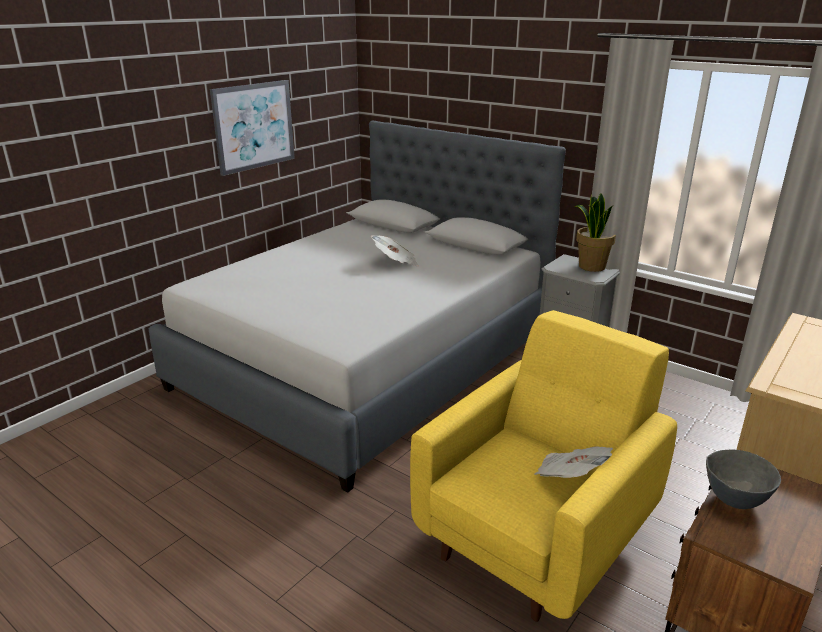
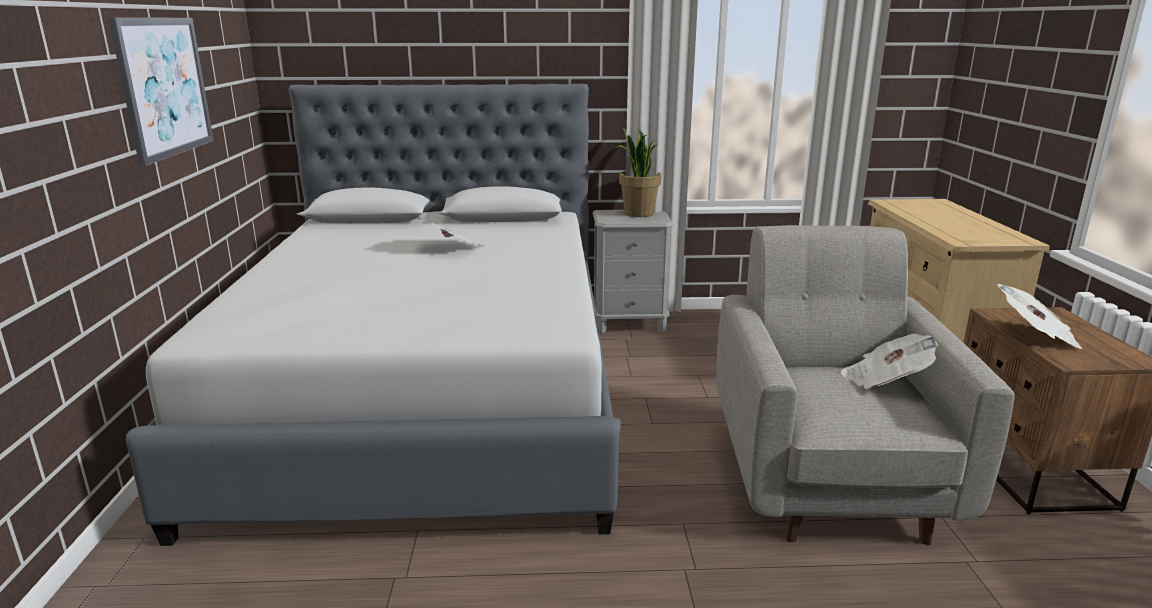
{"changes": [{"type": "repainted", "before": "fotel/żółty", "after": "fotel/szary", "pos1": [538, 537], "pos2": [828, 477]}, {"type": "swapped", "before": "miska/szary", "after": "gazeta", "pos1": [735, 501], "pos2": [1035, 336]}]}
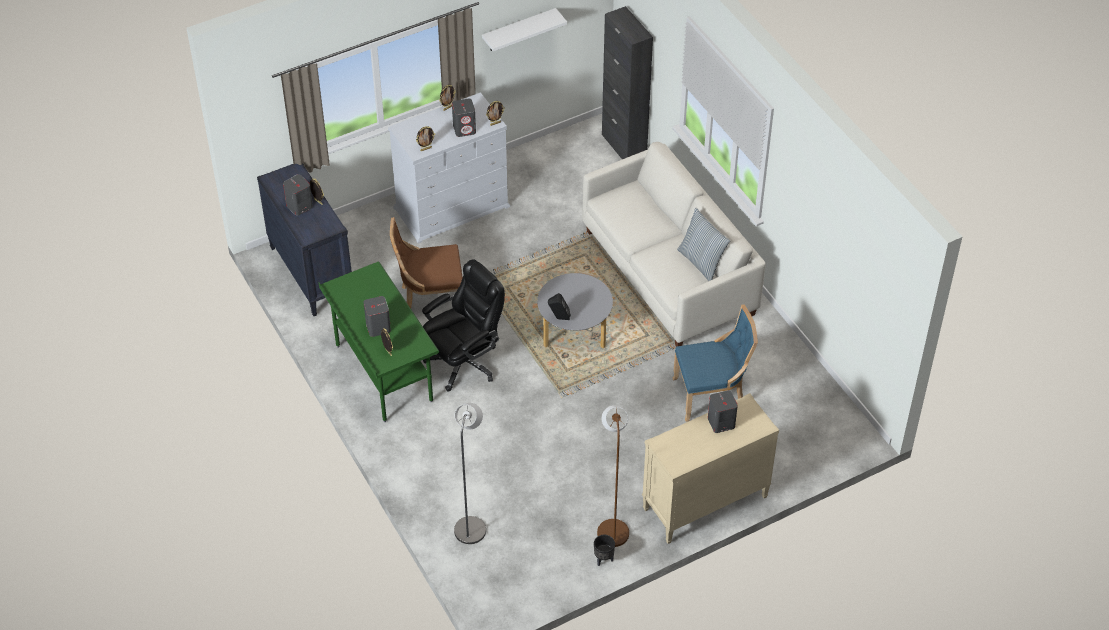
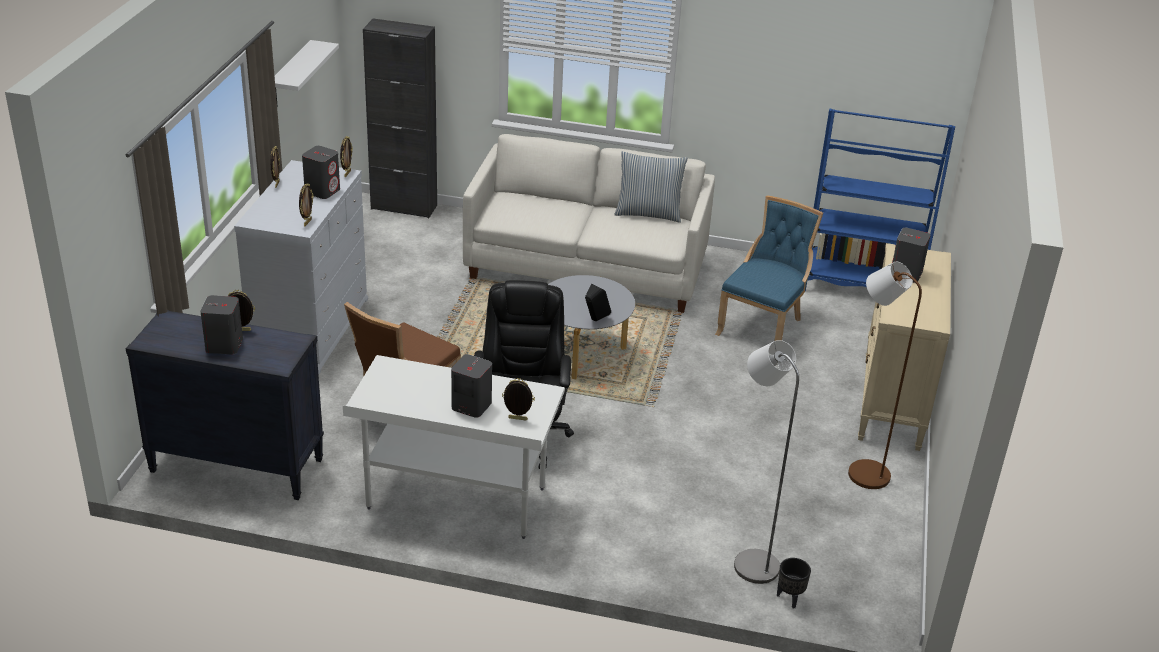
{"changes": [{"type": "repainted", "before": "biurko/zielony", "after": "biurko/biały", "pos1": [383, 374], "pos2": [456, 499]}, {"type": "shifted", "before": "donica/czarny", "pos1": [603, 559], "pos2": [790, 599]}, {"type": "new", "after": "regał/niebieski", "pos2": [860, 285]}]}
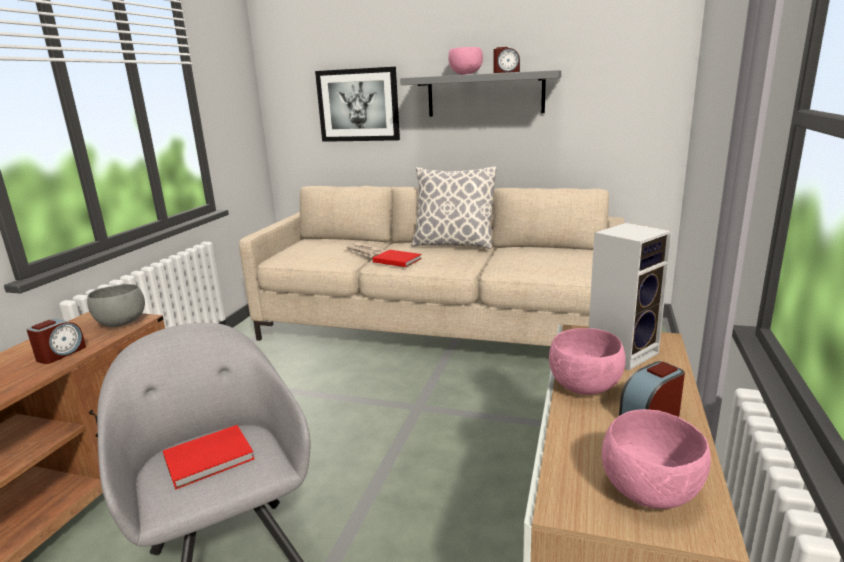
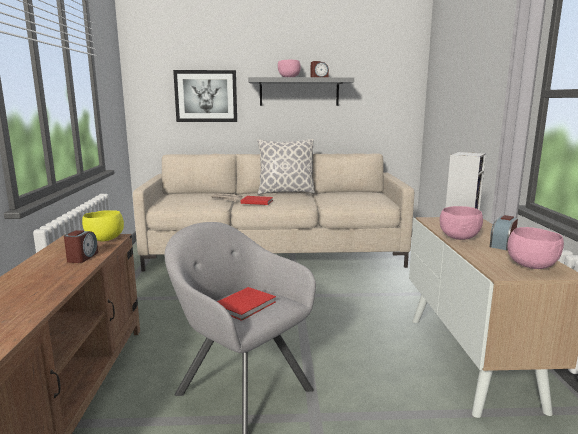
{"changes": [{"type": "repainted", "before": "miska/szary", "after": "miska/żółty", "pos1": [120, 323], "pos2": [104, 240]}]}
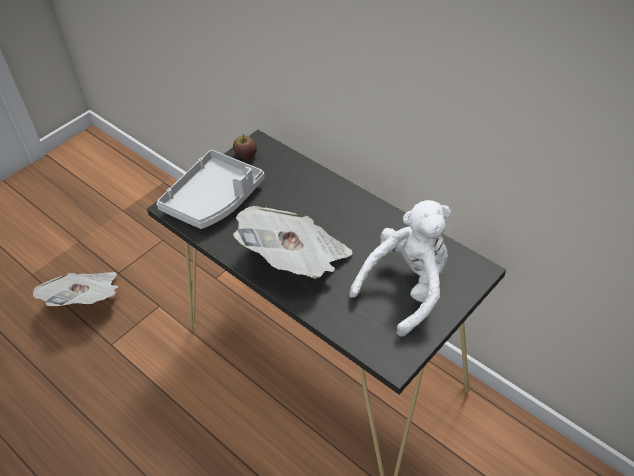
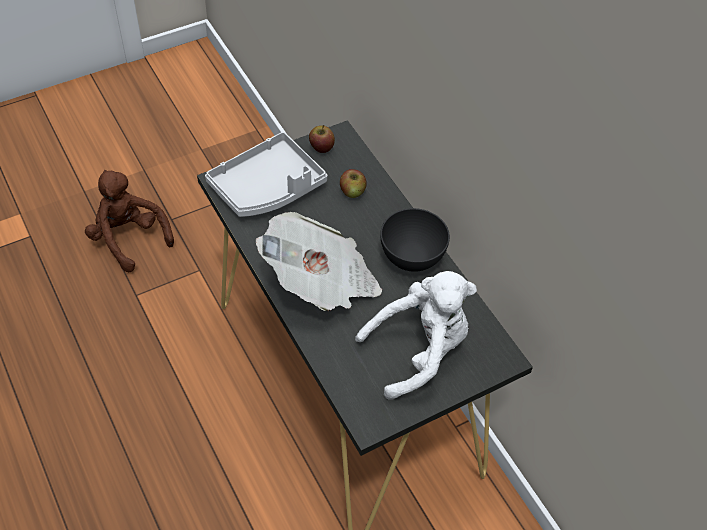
{"changes": [{"type": "swapped", "before": "gazeta", "after": "pluszak/brązowy", "pos1": [86, 300], "pos2": [128, 238]}, {"type": "new", "after": "jabłko", "pos2": [352, 191]}, {"type": "new", "after": "miska/szary", "pos2": [412, 256]}]}
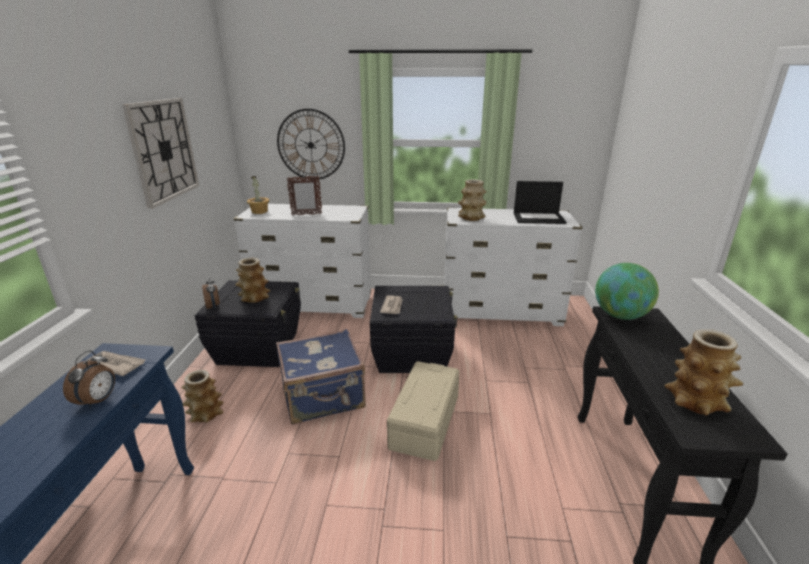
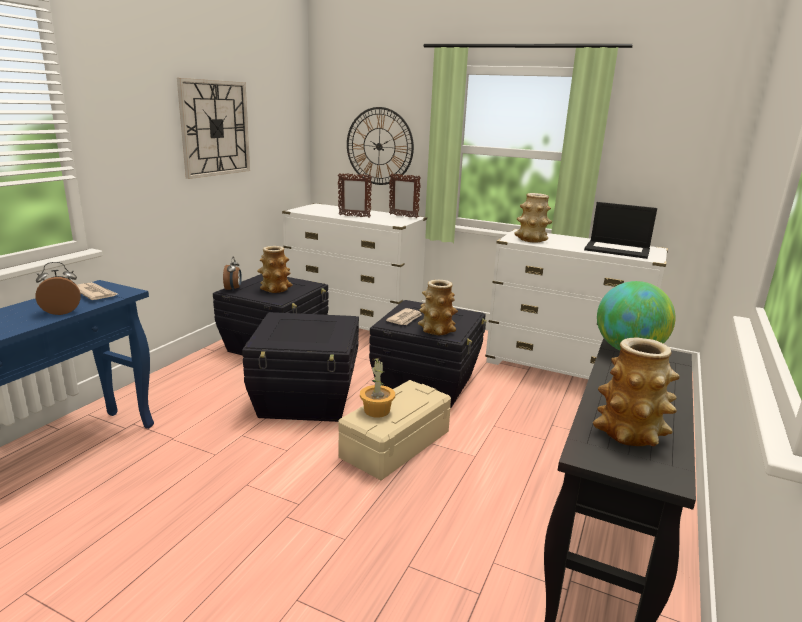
{"changes": [{"type": "shifted", "before": "roślina doniczkowa", "pos1": [259, 211], "pos2": [377, 411]}, {"type": "swapped", "before": "walizka/niebieski", "after": "pojemnik do przechowywania/czarny", "pos1": [323, 397], "pos2": [307, 400]}, {"type": "rotated", "before": "budzik", "pos1": [98, 400], "pos2": [62, 311], "turn": -150}, {"type": "shifted", "before": "wazon", "pos1": [205, 414], "pos2": [436, 330]}, {"type": "new", "after": "ramka na zdjęcie", "pos2": [403, 216]}]}
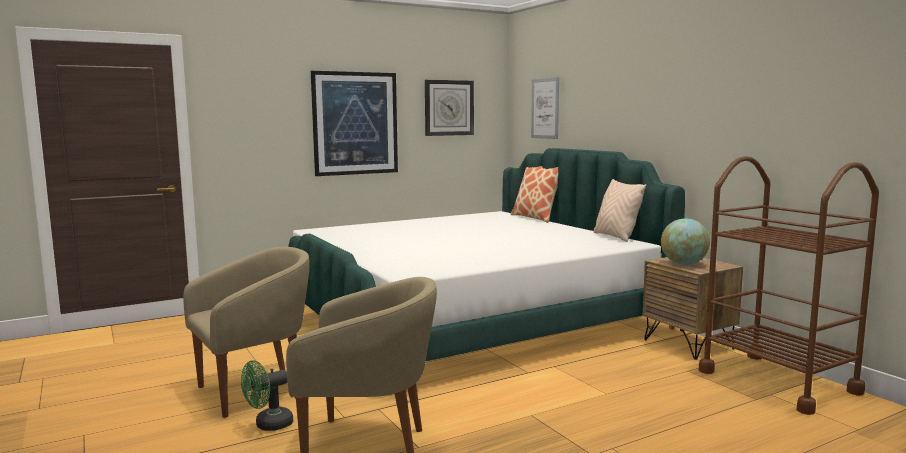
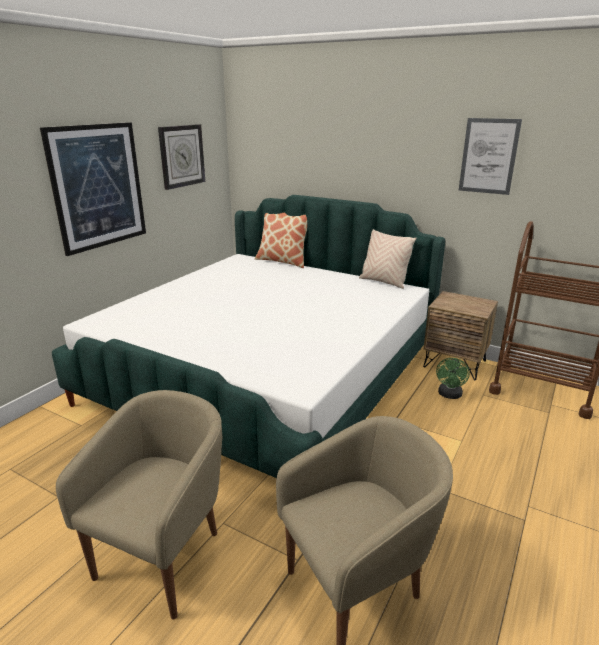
{"changes": [{"type": "shifted", "before": "obraz", "pos1": [545, 108], "pos2": [488, 156]}, {"type": "gone", "before": "globus", "pos1": [683, 264]}, {"type": "shifted", "before": "wentylator/zielony", "pos1": [268, 425], "pos2": [449, 395]}]}
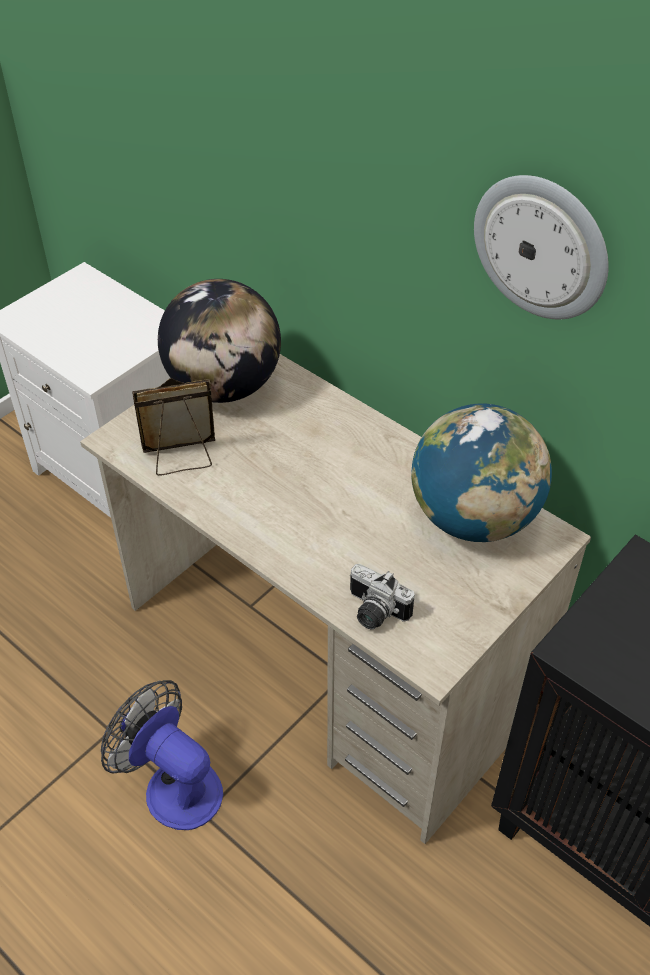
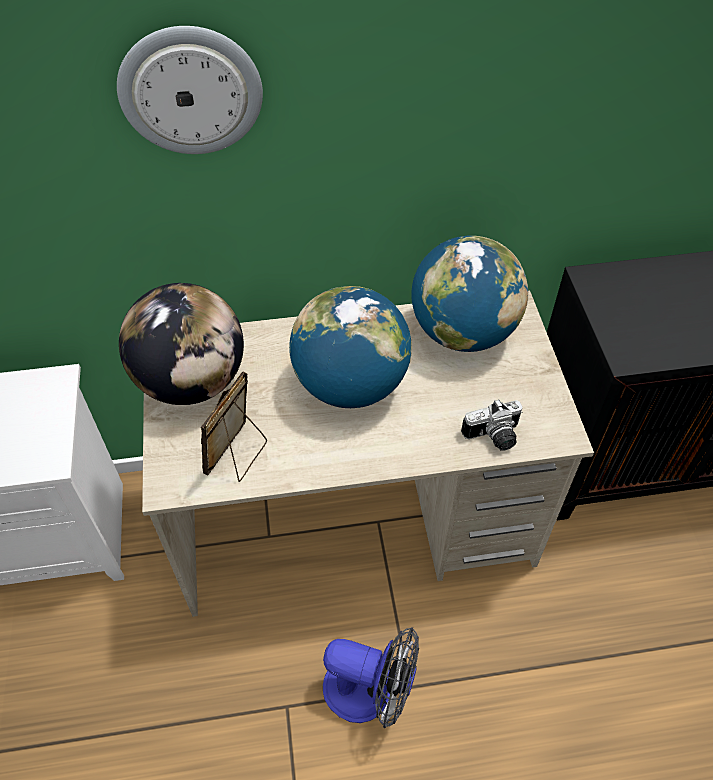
{"changes": [{"type": "shifted", "before": "zegar ścienny", "pos1": [542, 247], "pos2": [191, 91]}, {"type": "rotated", "before": "wentylator", "pos1": [173, 785], "pos2": [370, 692], "turn": -150}, {"type": "new", "after": "globus", "pos2": [350, 385]}]}
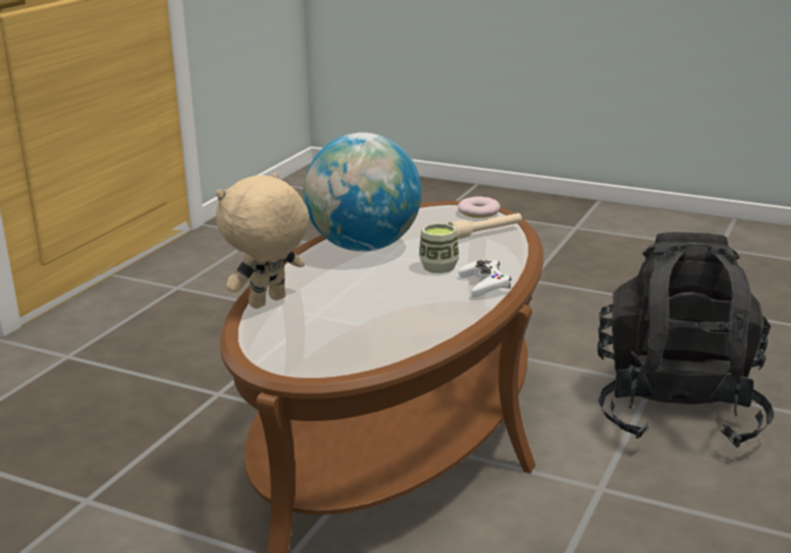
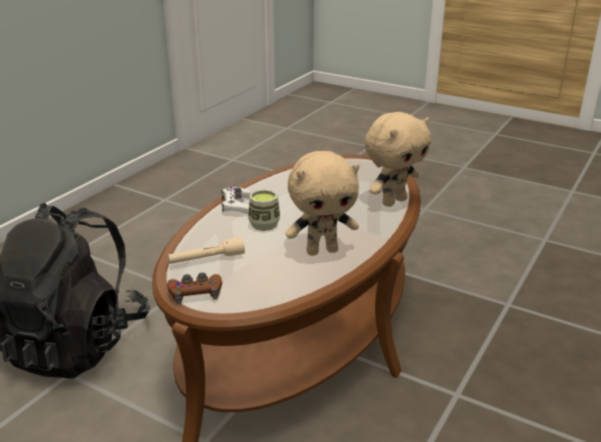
{"changes": [{"type": "swapped", "before": "globus", "after": "pluszak/beżowy", "pos1": [364, 247], "pos2": [322, 251]}, {"type": "swapped", "before": "donut", "after": "pad do gier/brązowy", "pos1": [478, 212], "pos2": [195, 292]}]}
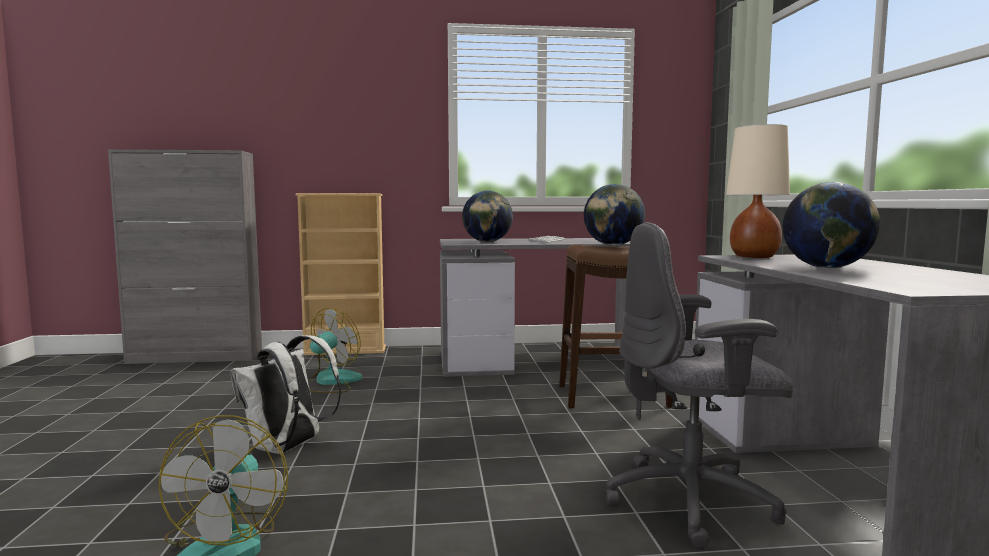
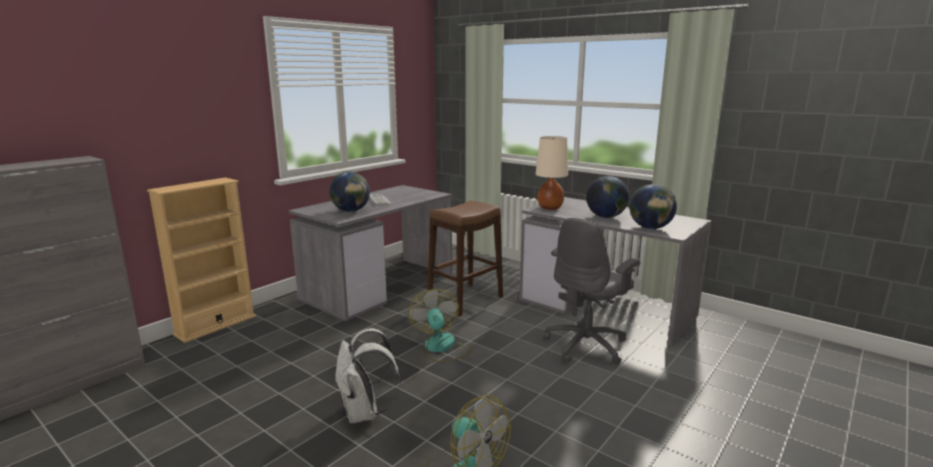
{"changes": [{"type": "shifted", "before": "globus", "pos1": [613, 245], "pos2": [650, 228]}, {"type": "shifted", "before": "wentylator", "pos1": [330, 382], "pos2": [441, 348]}]}
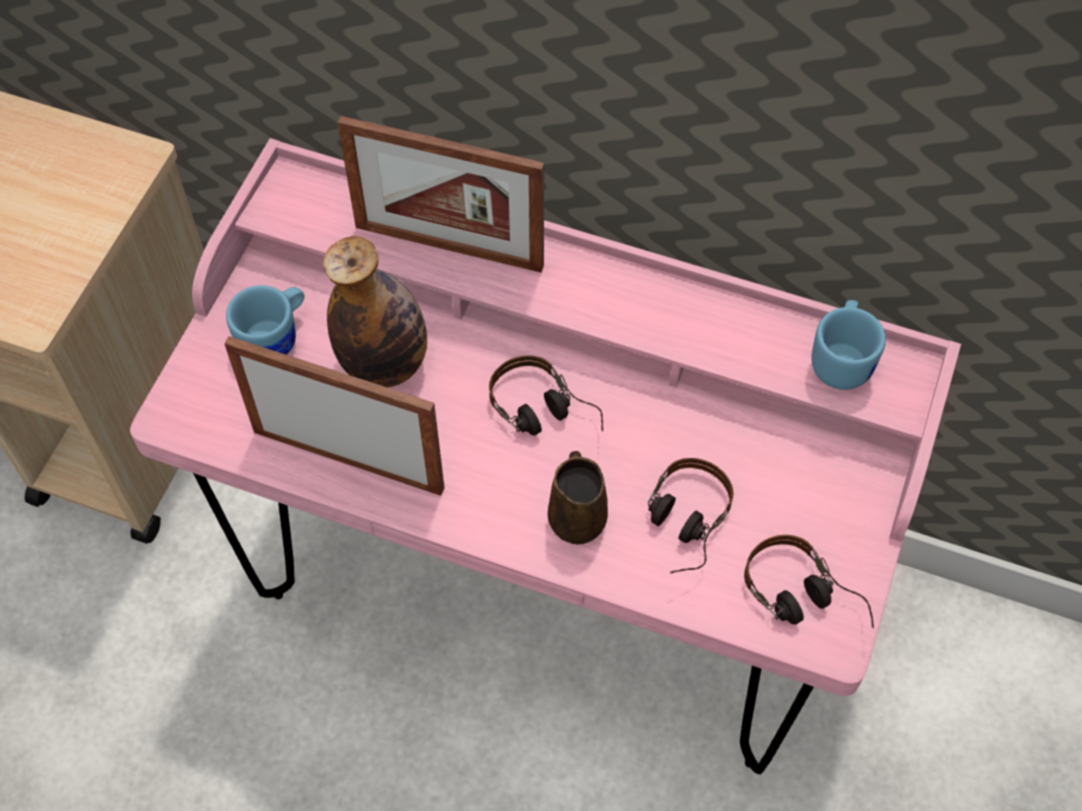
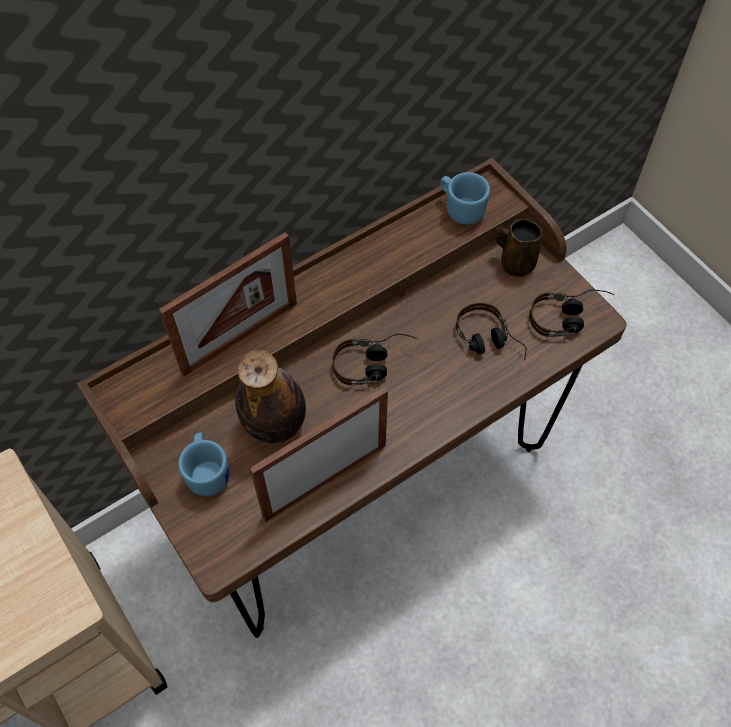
{"changes": [{"type": "repainted", "before": "biurko/różowy", "after": "biurko/brązowy", "pos1": [542, 589], "pos2": [364, 484]}, {"type": "shifted", "before": "kubek/brązowy", "pos1": [577, 518], "pos2": [515, 263]}]}
